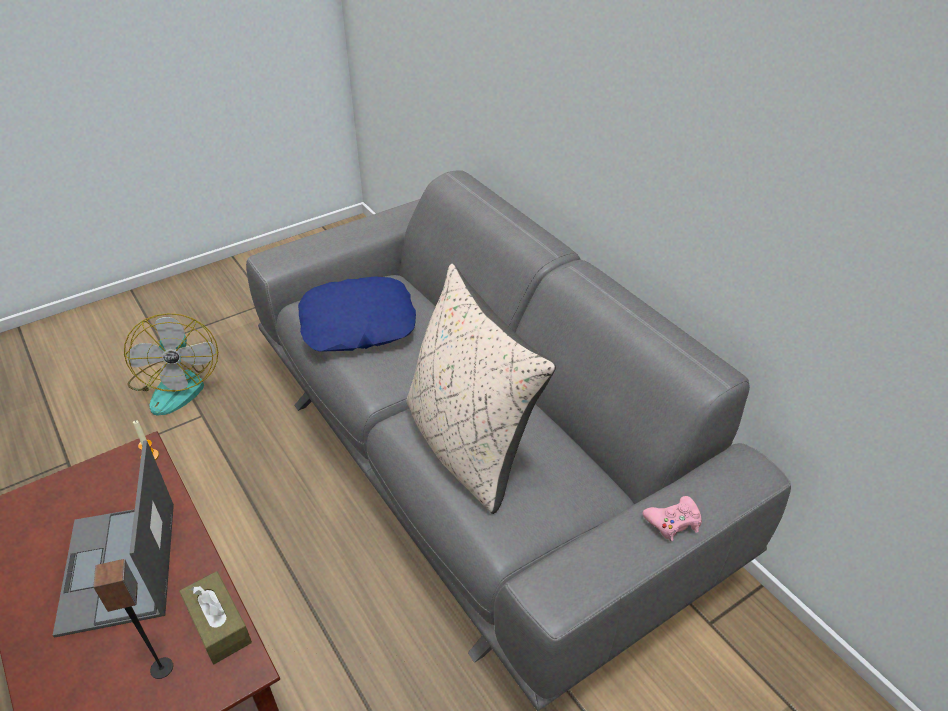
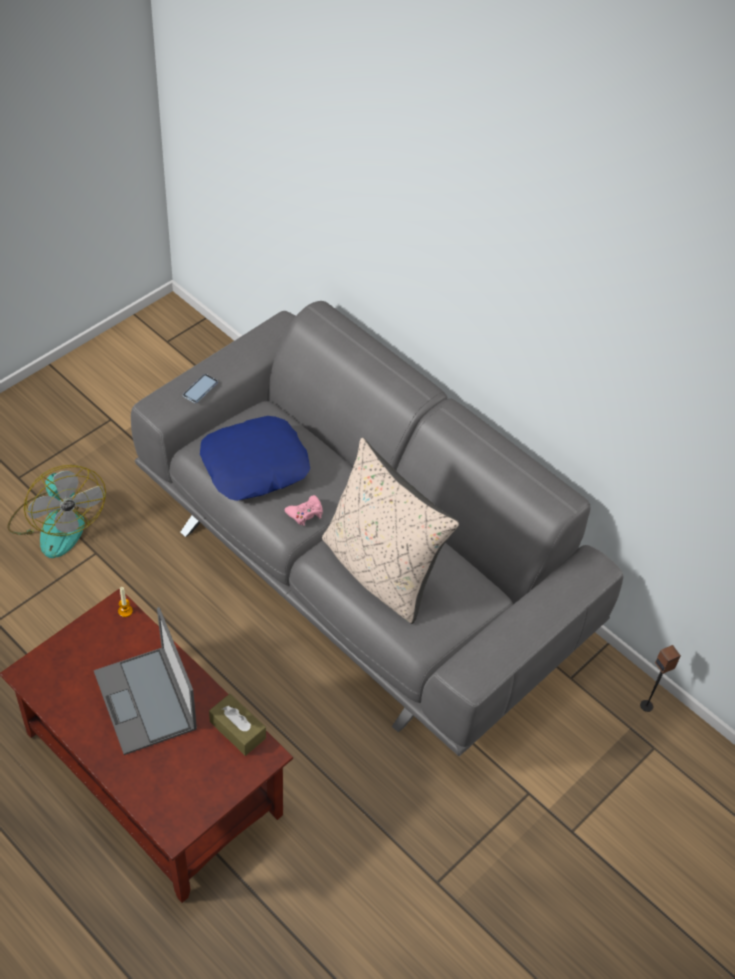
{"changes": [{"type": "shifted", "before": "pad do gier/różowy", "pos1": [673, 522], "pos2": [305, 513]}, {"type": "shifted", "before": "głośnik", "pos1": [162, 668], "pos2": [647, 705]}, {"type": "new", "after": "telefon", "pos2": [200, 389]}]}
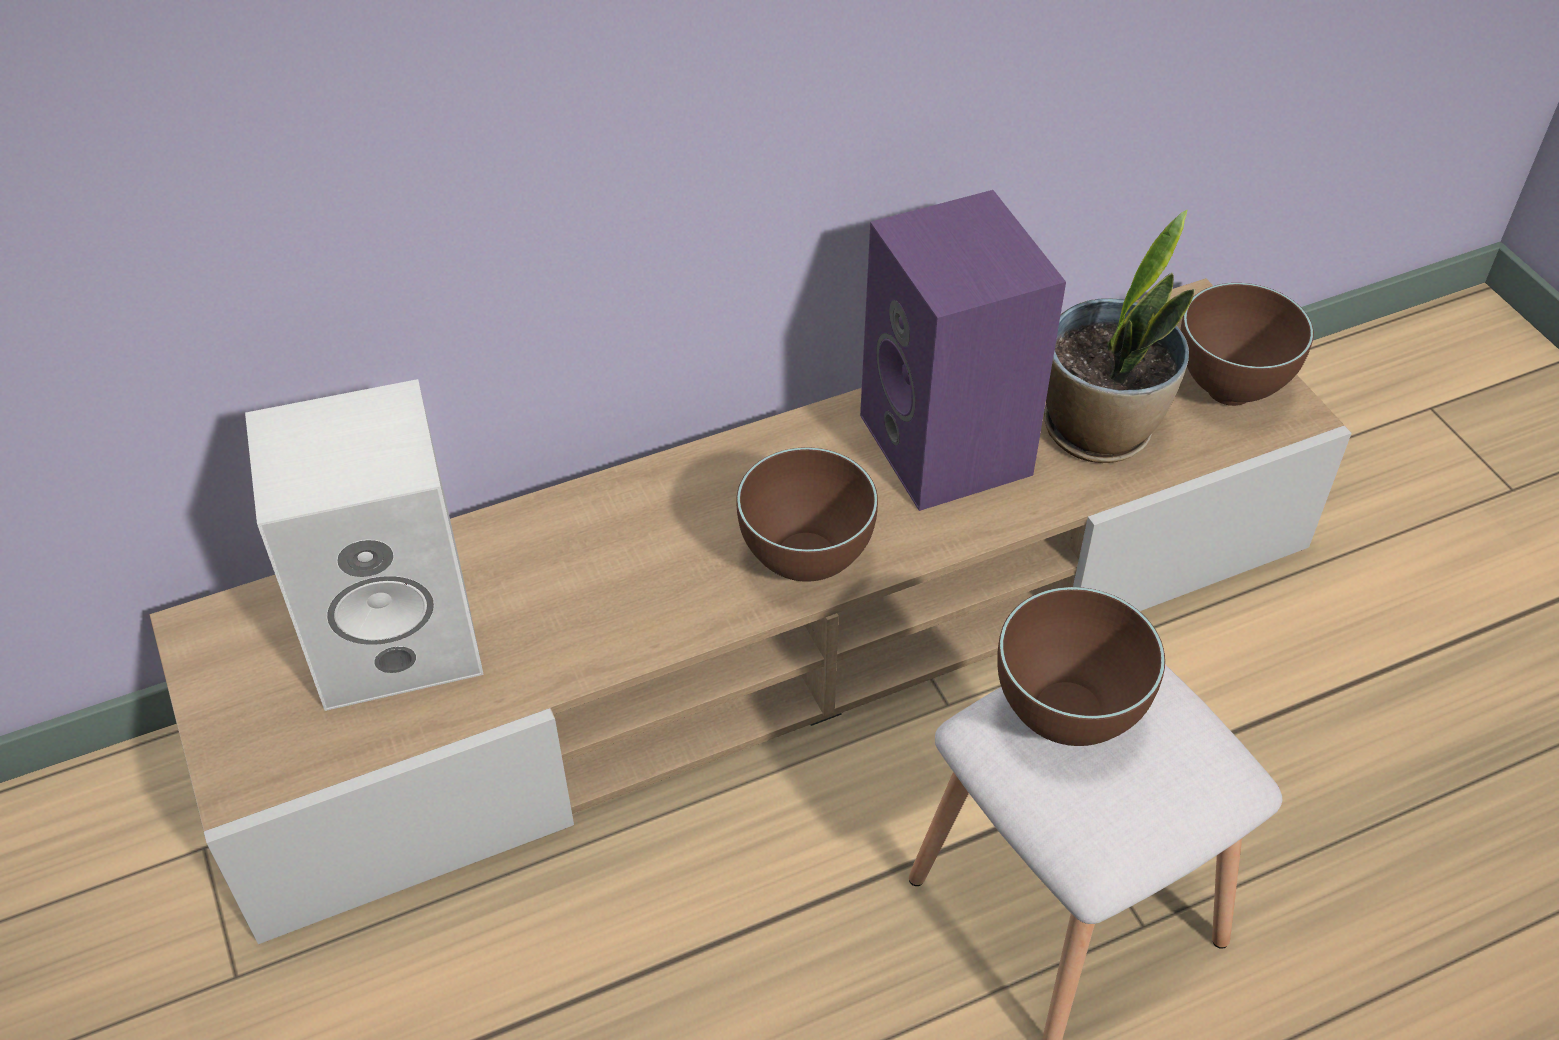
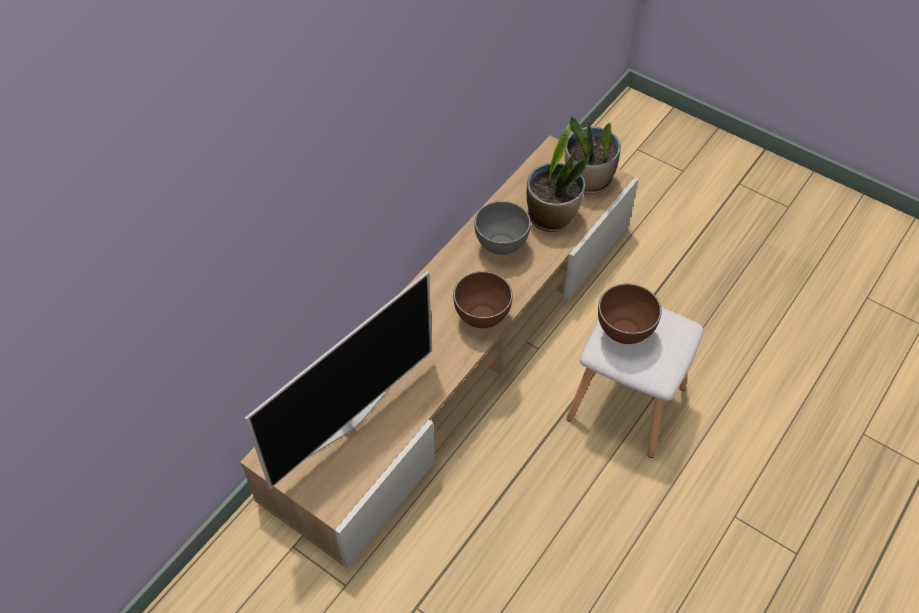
{"changes": [{"type": "swapped", "before": "głośnik/fioletowy", "after": "miska/szary", "pos1": [950, 447], "pos2": [502, 248]}, {"type": "swapped", "before": "miska/brązowy", "after": "roślina doniczkowa", "pos1": [1231, 393], "pos2": [588, 180]}, {"type": "swapped", "before": "głośnik/biały", "after": "telewizor", "pos1": [399, 634], "pos2": [349, 420]}]}
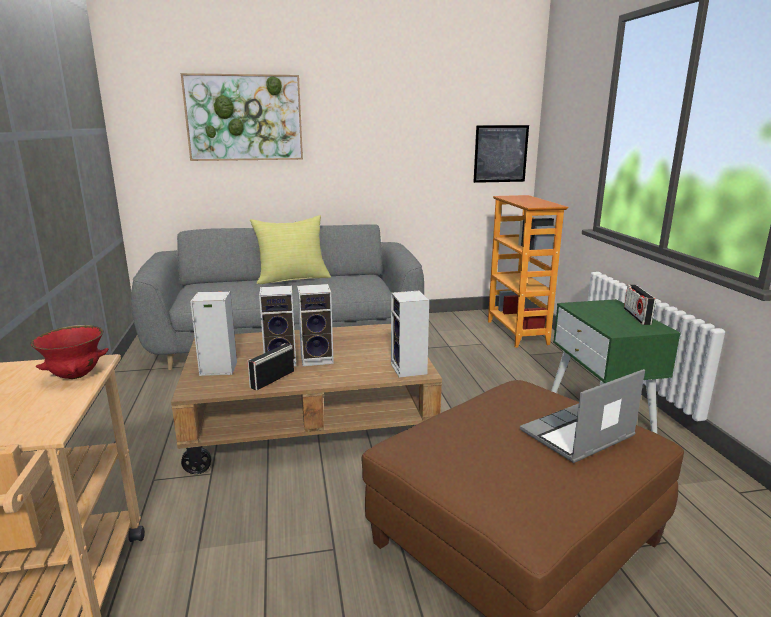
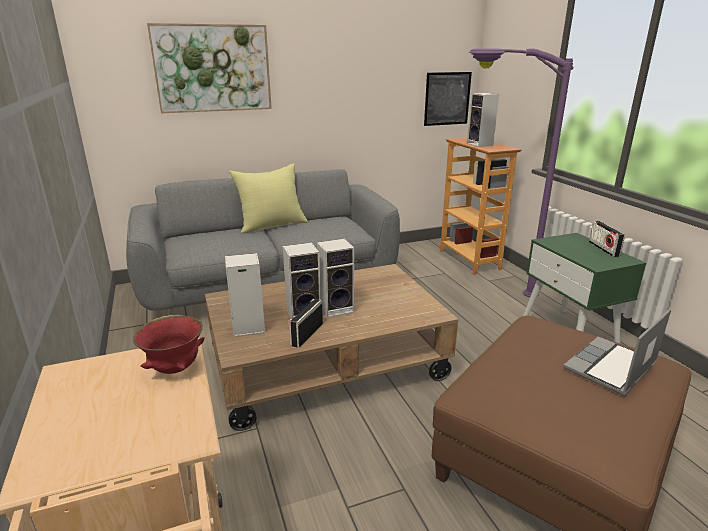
{"changes": [{"type": "shifted", "before": "głośnik", "pos1": [410, 369], "pos2": [480, 144]}, {"type": "new", "after": "lampa stojąca/fioletowy", "pos2": [482, 288]}]}
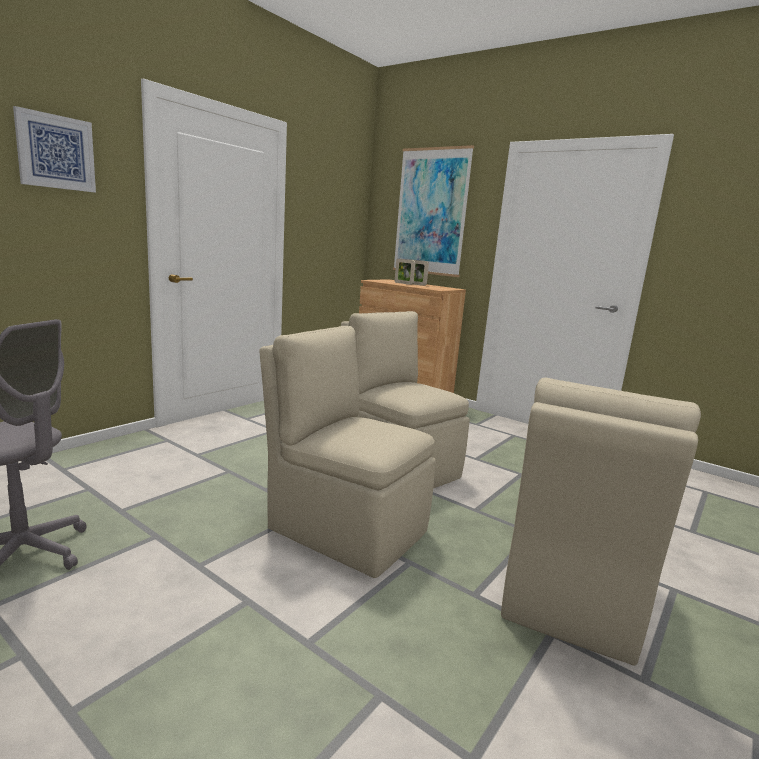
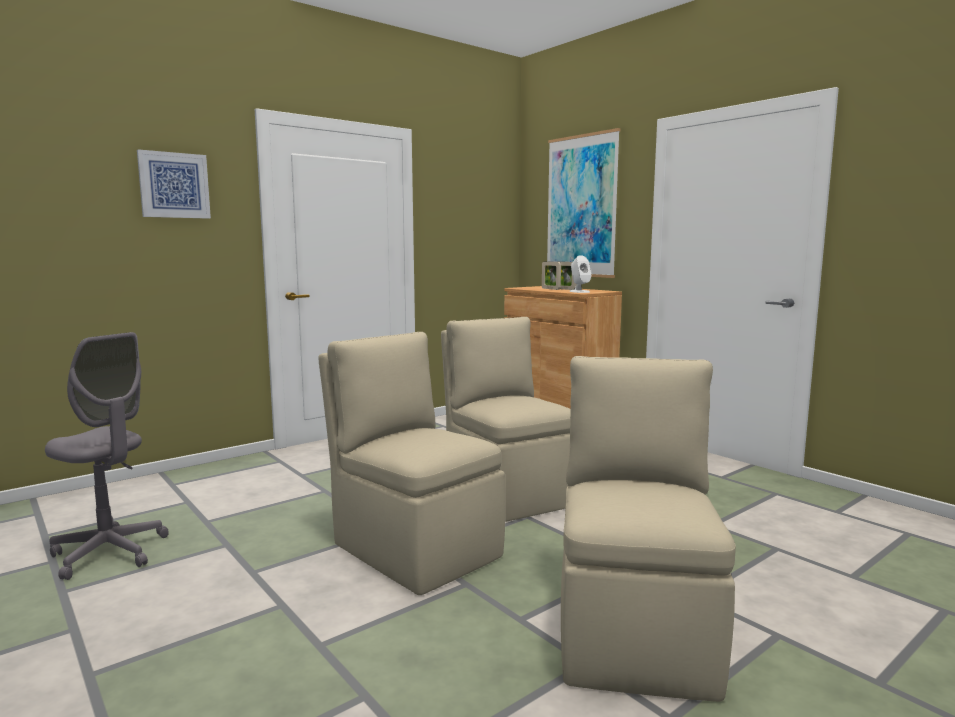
{"changes": [{"type": "rotated", "before": "krzesło/beżowy", "pos1": [571, 597], "pos2": [634, 631], "turn": 150}, {"type": "new", "after": "głośnik/biały", "pos2": [579, 291]}]}
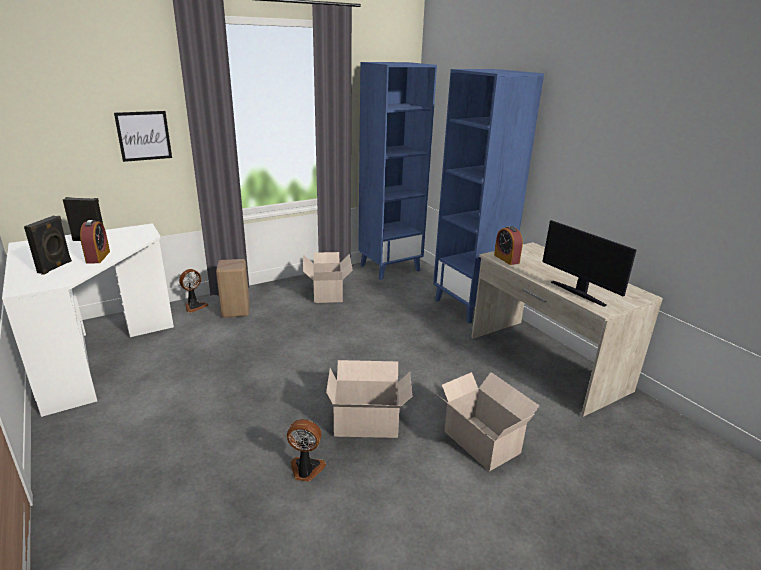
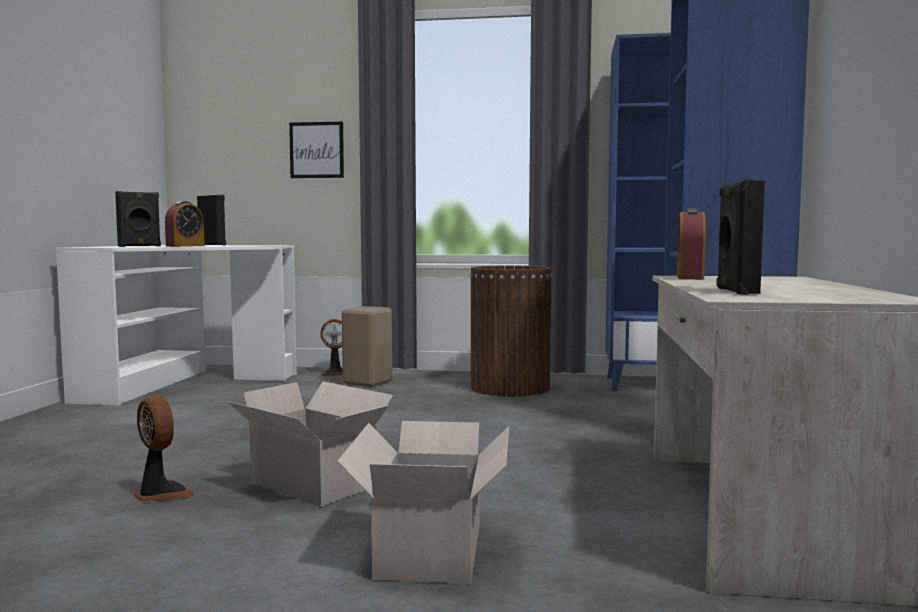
{"changes": [{"type": "swapped", "before": "monitor", "after": "głośnik/czarny", "pos1": [578, 293], "pos2": [735, 291]}, {"type": "swapped", "before": "karton", "after": "kosz na śmieci/brązowy", "pos1": [328, 292], "pos2": [510, 388]}]}
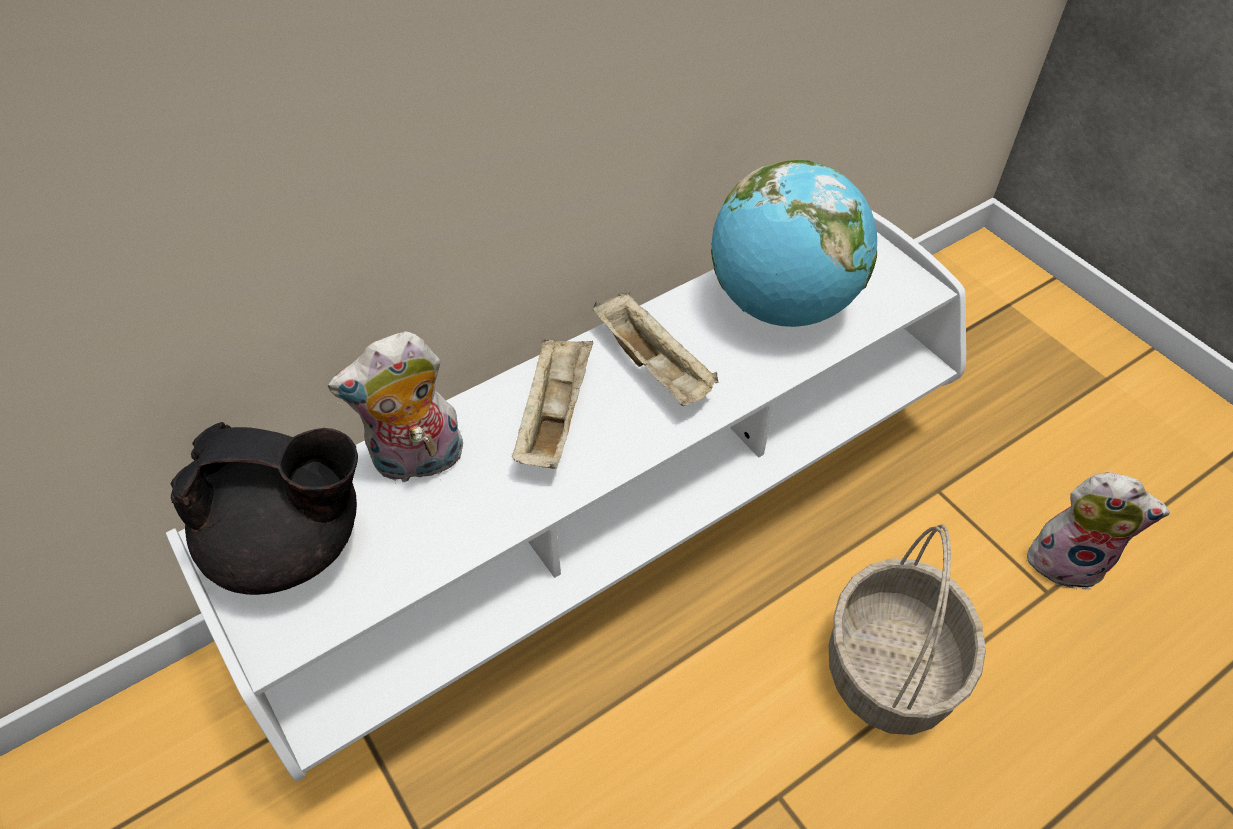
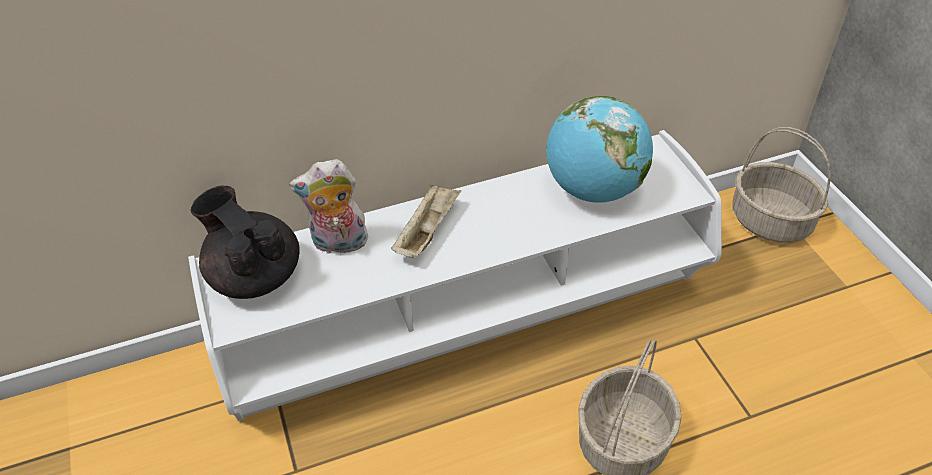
{"changes": [{"type": "gone", "before": "taca/beżowy", "pos1": [654, 366]}, {"type": "rotated", "before": "imbryk/czarny", "pos1": [291, 544], "pos2": [254, 275], "turn": -150}, {"type": "gone", "before": "pluszak", "pos1": [1068, 560]}, {"type": "new", "after": "koszyk", "pos2": [771, 221]}]}
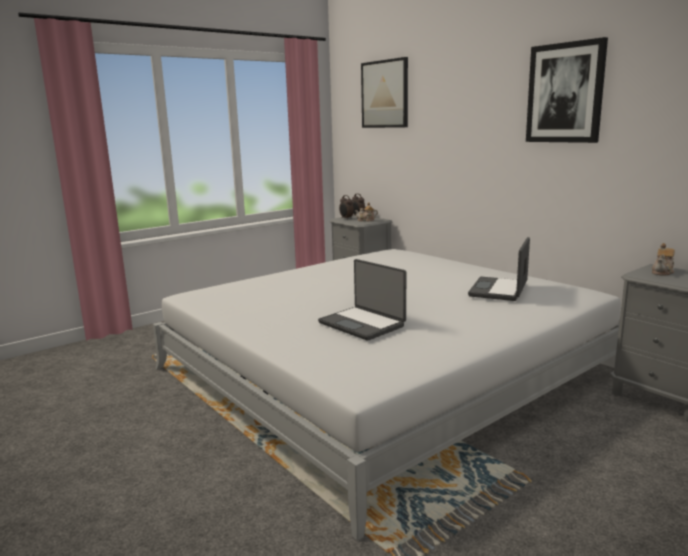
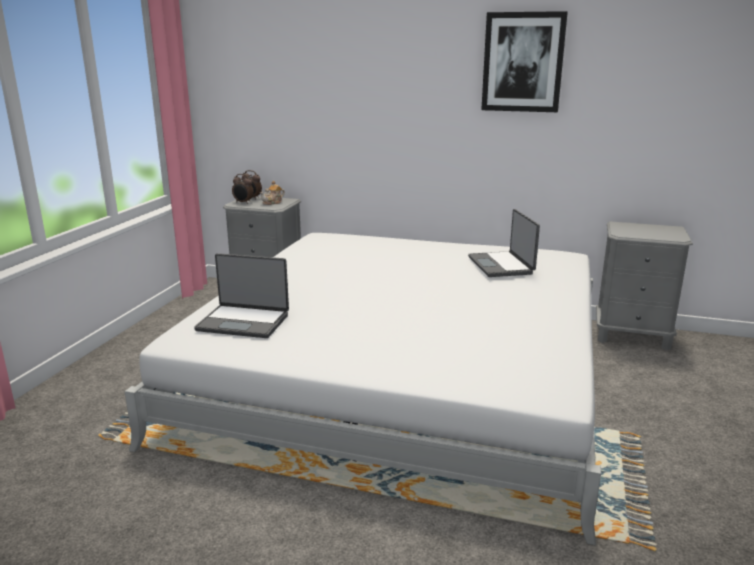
{"changes": [{"type": "gone", "before": "obraz", "pos1": [385, 94]}, {"type": "gone", "before": "imbryk", "pos1": [662, 272]}, {"type": "shifted", "before": "laptop", "pos1": [363, 324], "pos2": [244, 322]}]}
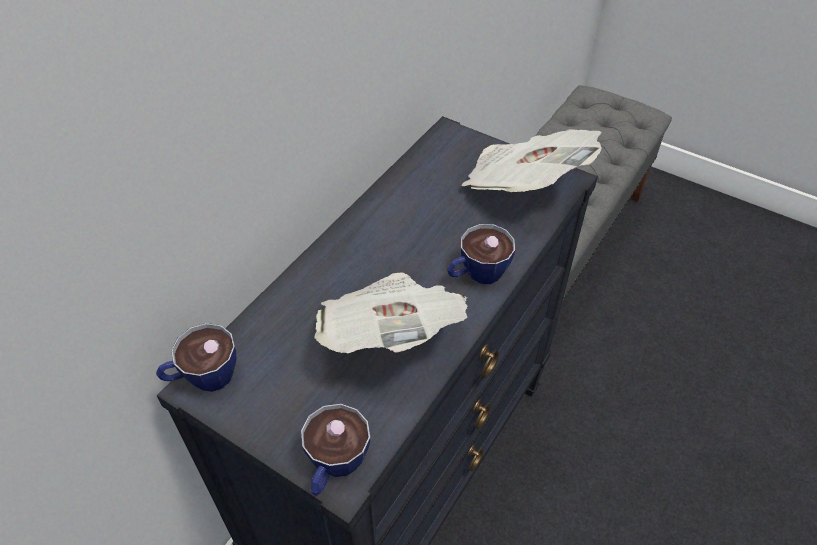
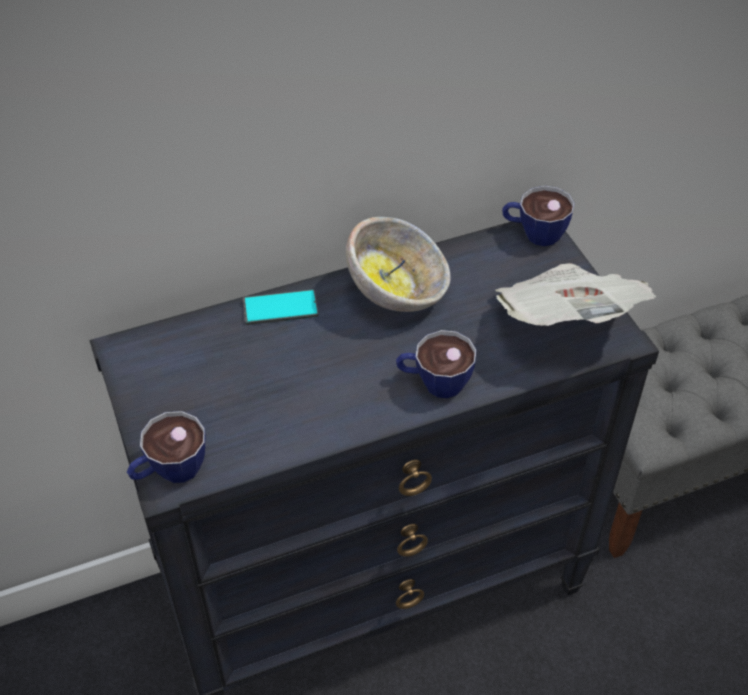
{"changes": [{"type": "gone", "before": "gazeta", "pos1": [390, 334]}, {"type": "shifted", "before": "filiżanka", "pos1": [203, 378], "pos2": [534, 233]}, {"type": "new", "after": "miska", "pos2": [398, 292]}, {"type": "new", "after": "telefon", "pos2": [280, 308]}]}
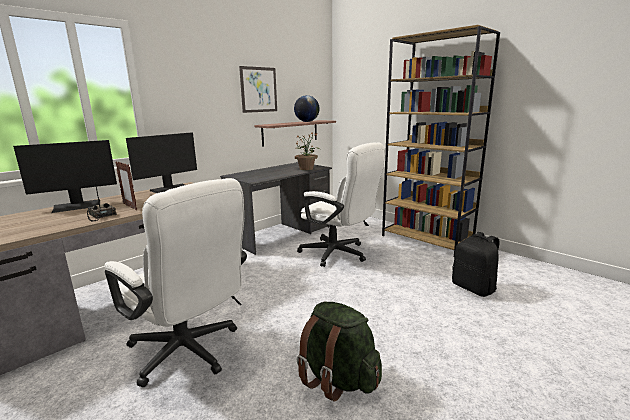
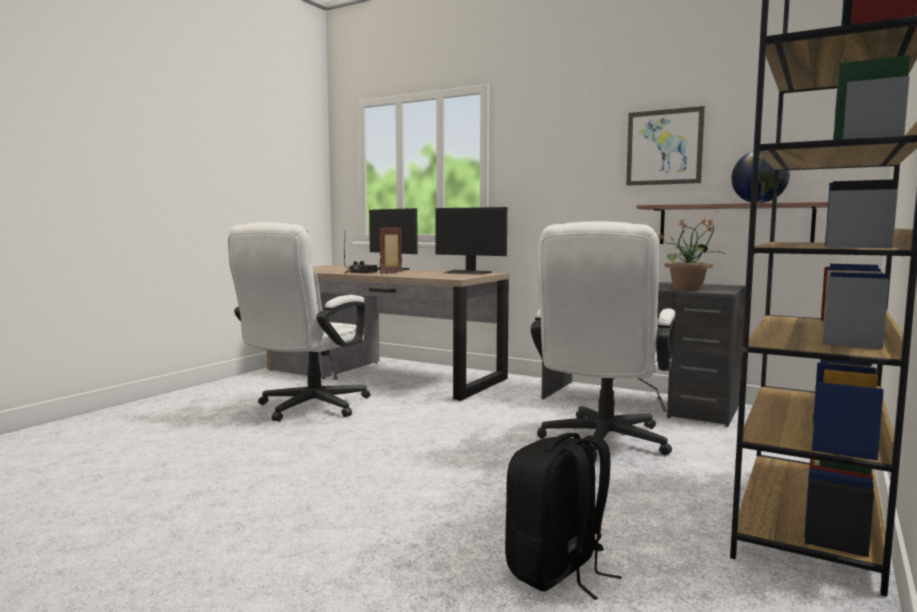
{"changes": [{"type": "gone", "before": "plecak/zielony", "pos1": [338, 379]}]}
